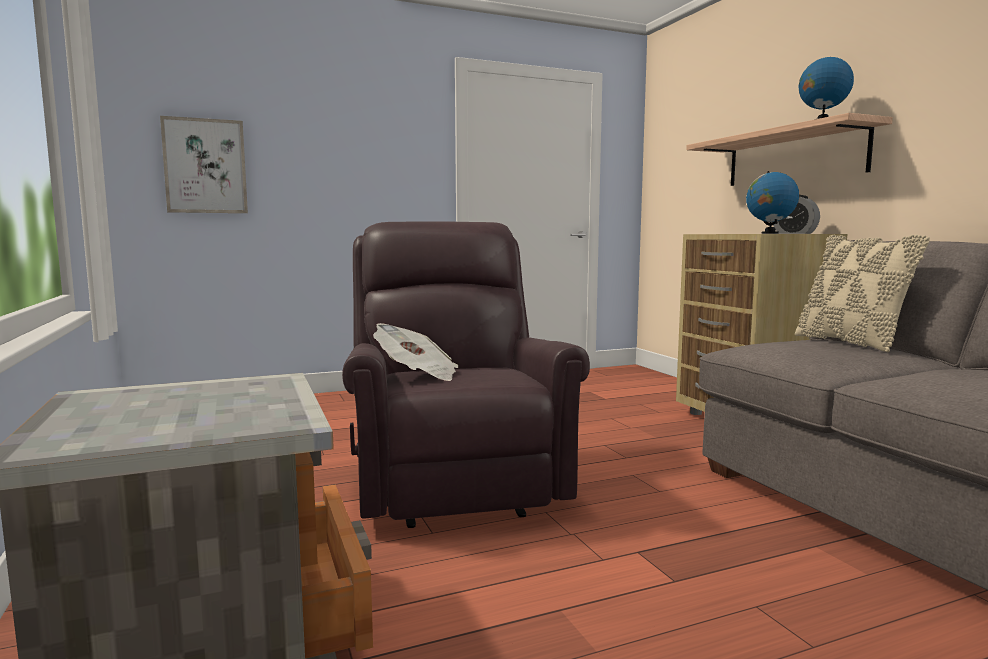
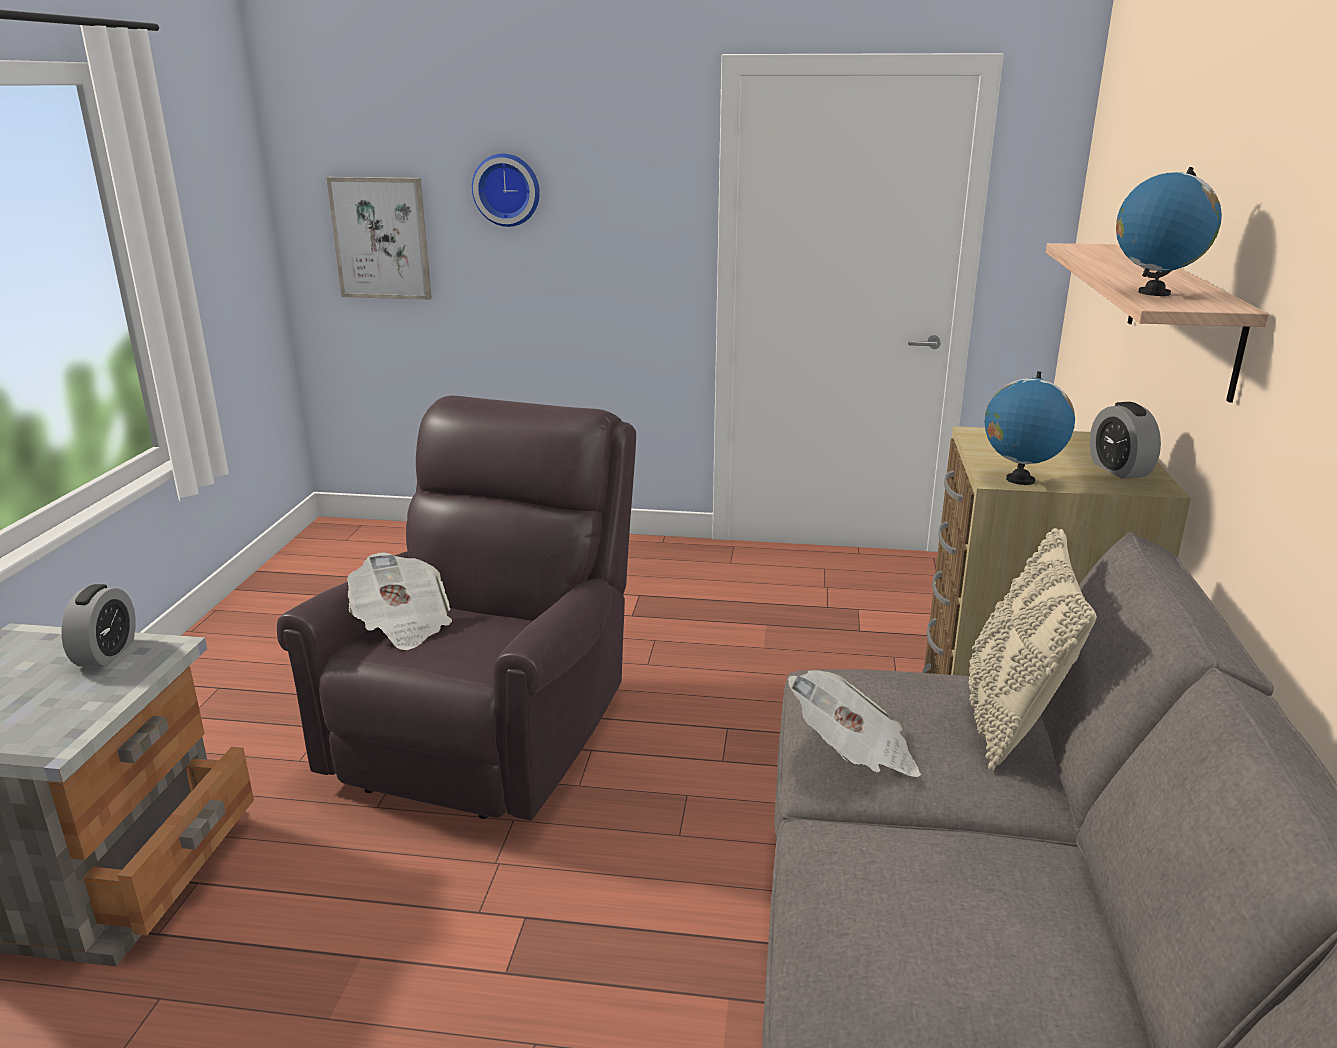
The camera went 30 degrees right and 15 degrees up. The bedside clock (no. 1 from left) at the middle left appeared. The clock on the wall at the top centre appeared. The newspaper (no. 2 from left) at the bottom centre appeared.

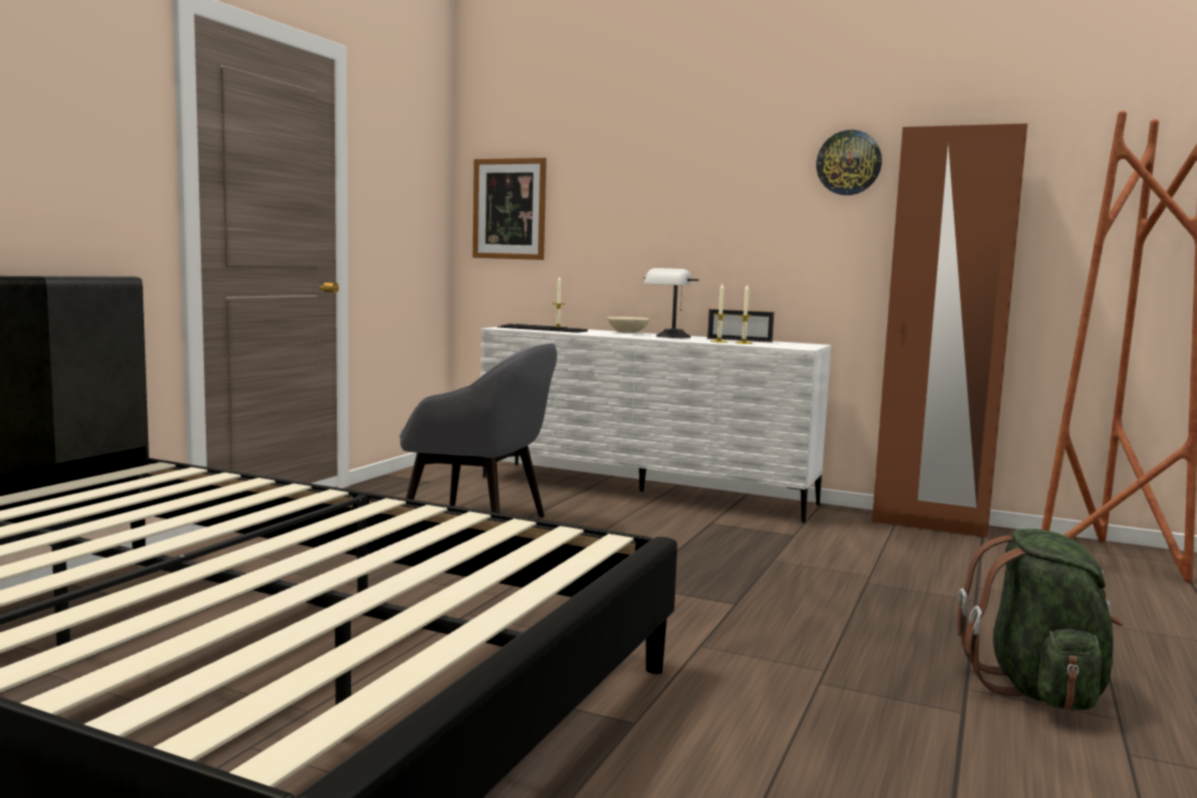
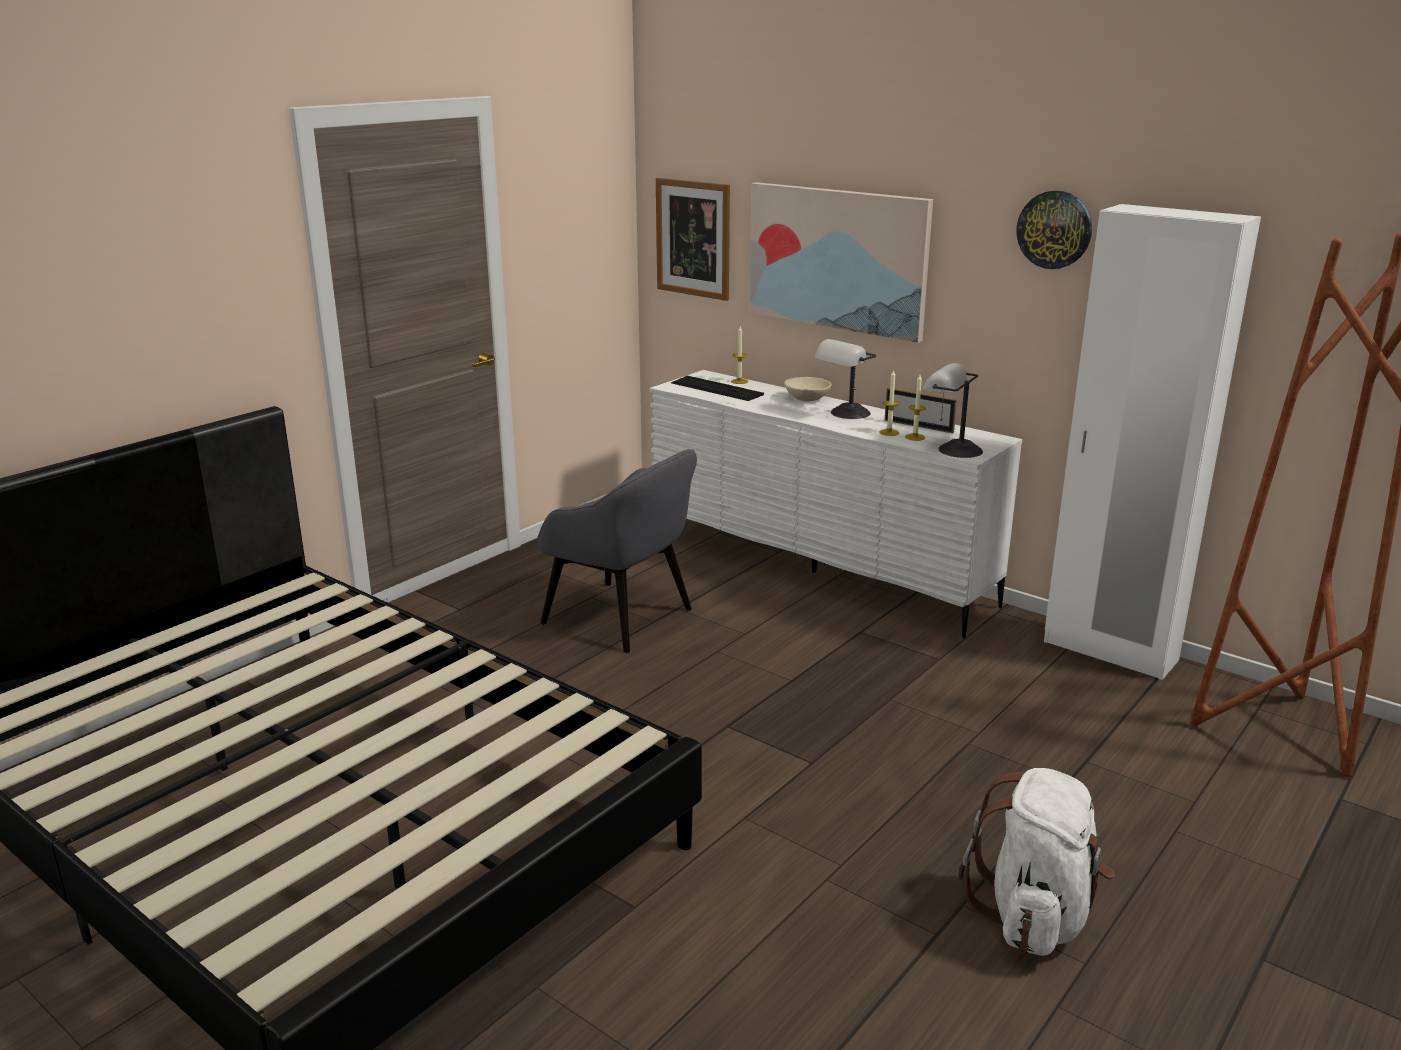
The camera went 15 degrees right and 15 degrees up. The wall art (no. 2 from left) at the top centre appeared. The lamp for a table (no. 2 from left) at the middle right appeared. The brown clothes cupboard at the middle right became the white clothes cupboard at the middle right. The green knapsack at the bottom right became the white knapsack at the bottom right.

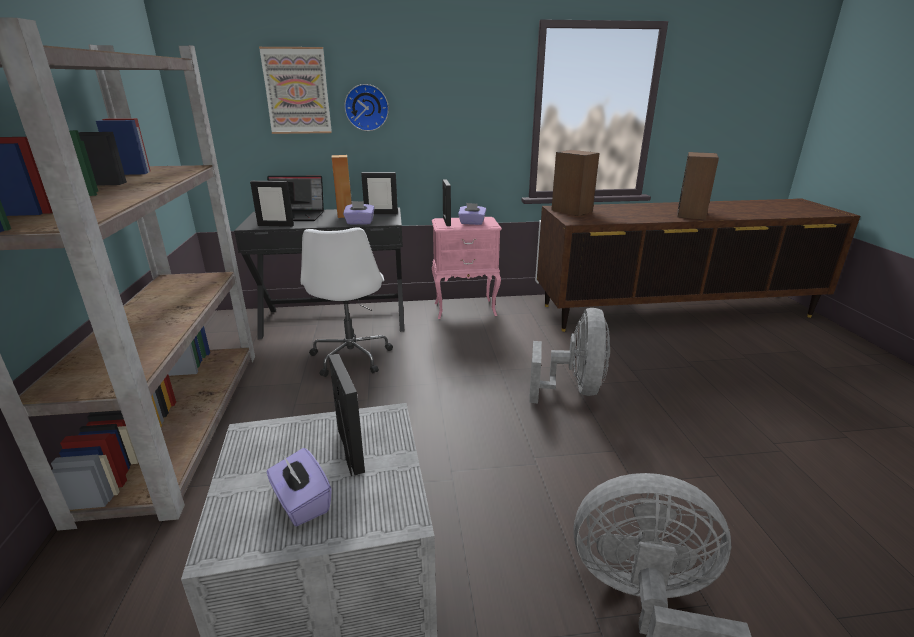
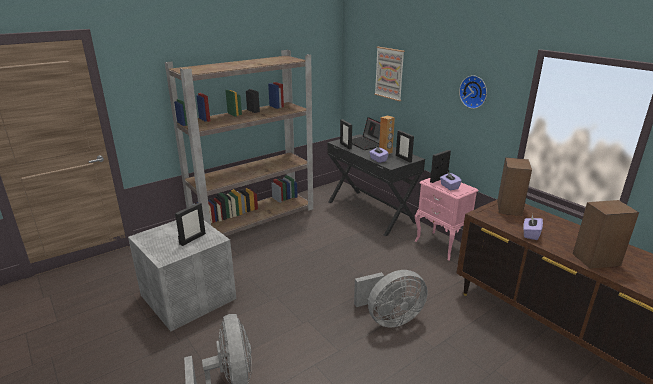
The camera went 60 degrees right and 0 degrees up. The white office chair at the centre disappeared. The purplish tissue holder (no. 1 from left in the first image) moved from the bottom left to the middle right. The clock on the wall moved from the top centre to the top right.

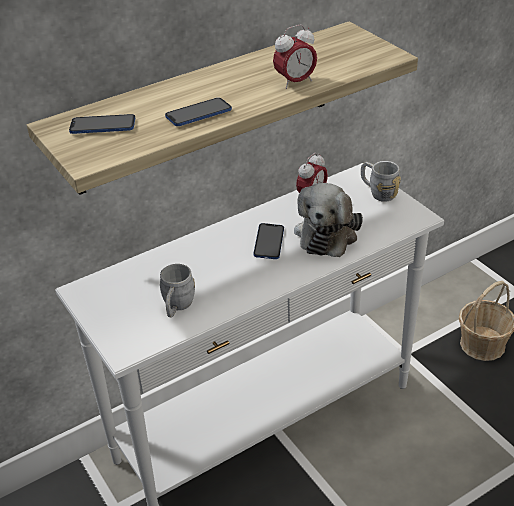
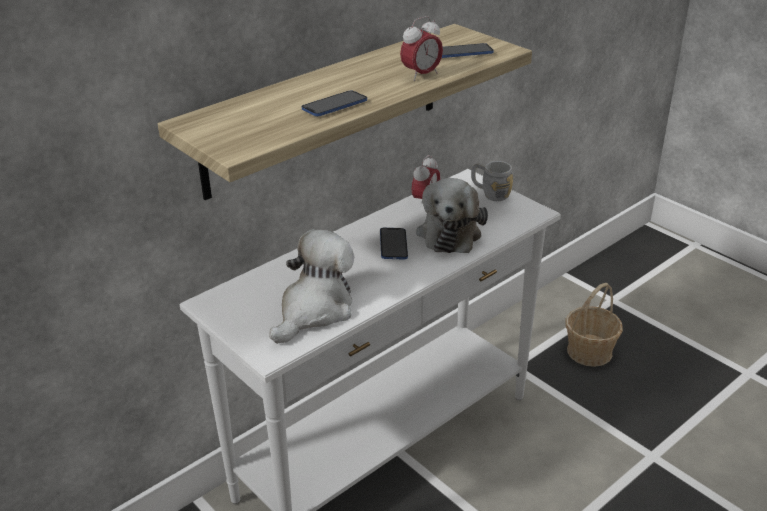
The camera went 10 degrees left and 5 degrees down. The handset (no. 1 from left in the first image) moved from the top left to the top centre. The gray mug (no. 1 from left) at the centre was replaced by the plush toy (no. 1 from left) at the centre.

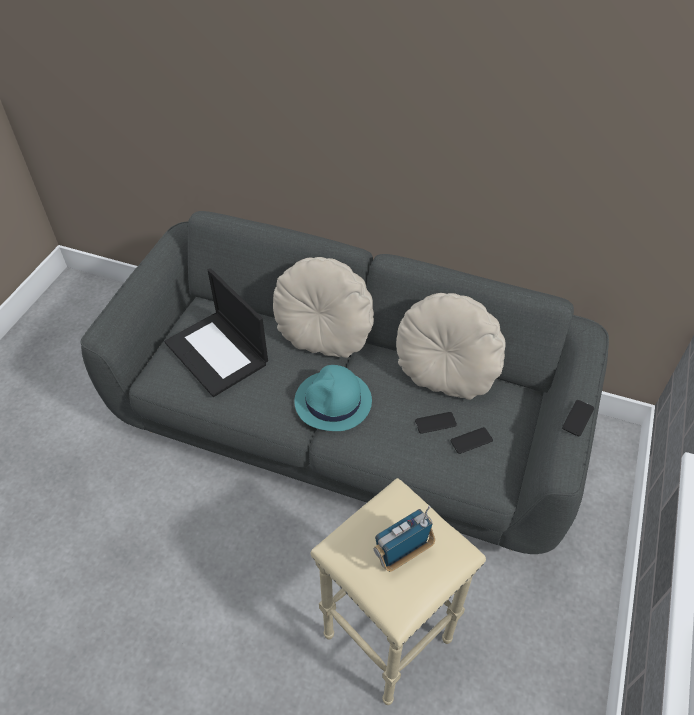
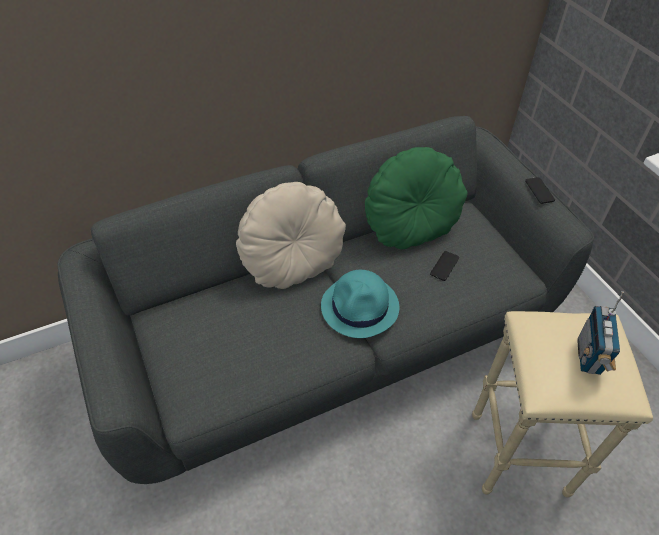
The camera went 45 degrees left and 0 degrees up. The portable computer at the middle left disappeared. The handset (no. 2 from left) at the middle right disappeared. The beige pillow (no. 2 from left) at the centre became the green pillow at the centre.

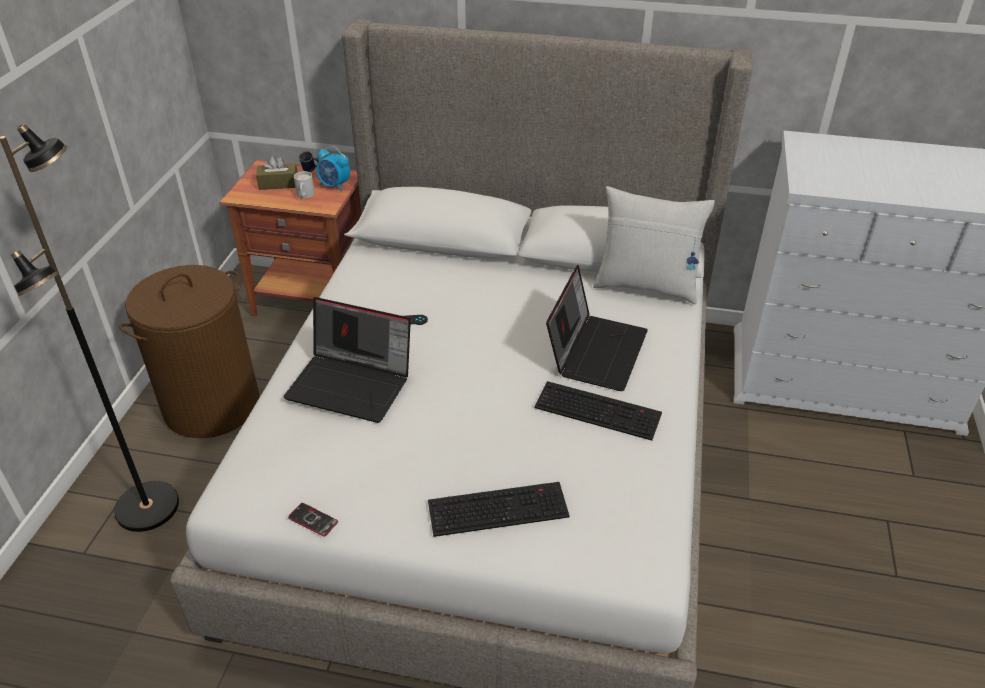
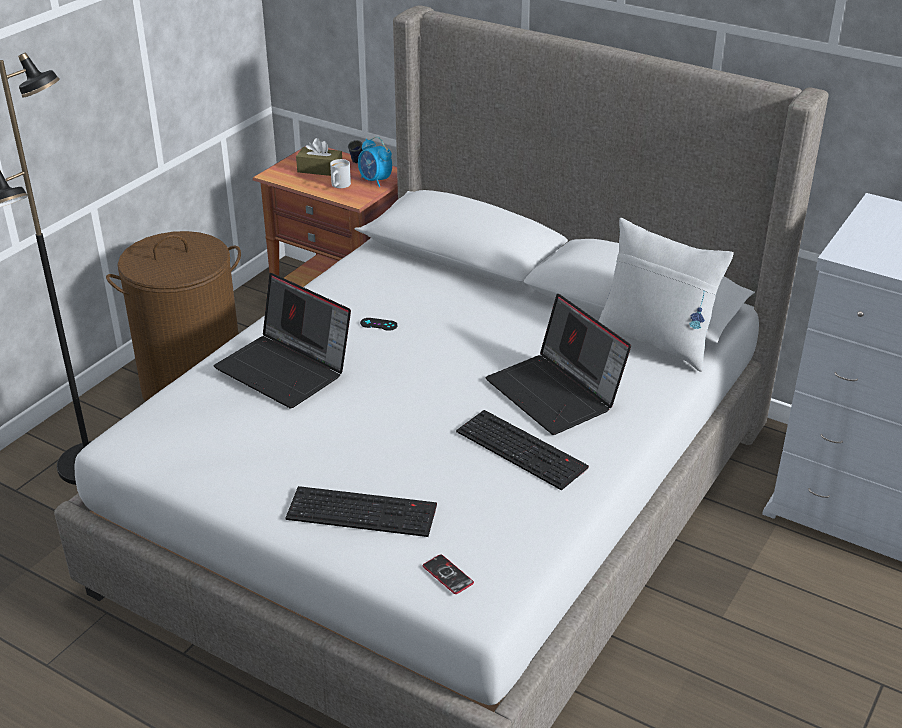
The camera went 20 degrees right and 5 degrees down. The handset moved from the bottom left to the bottom centre. The portable computer (no. 2 from left) at the centre turned 105 degrees clockwise.

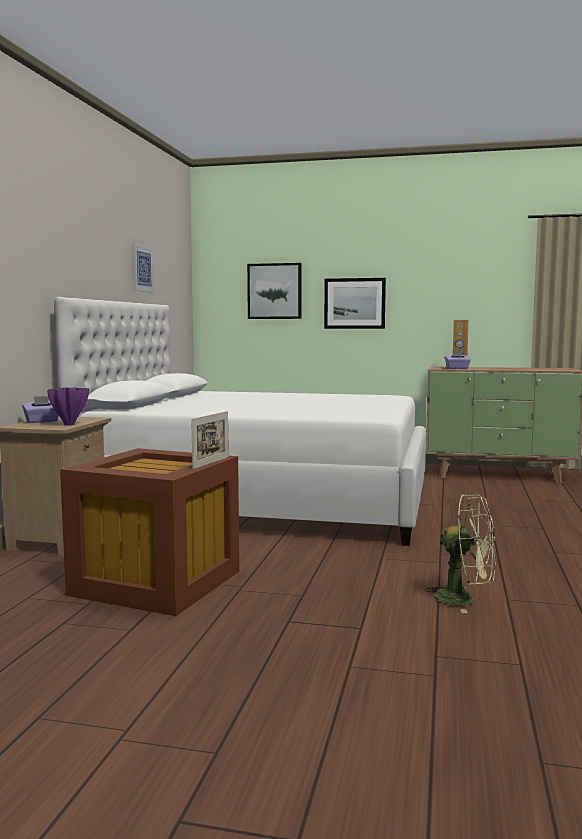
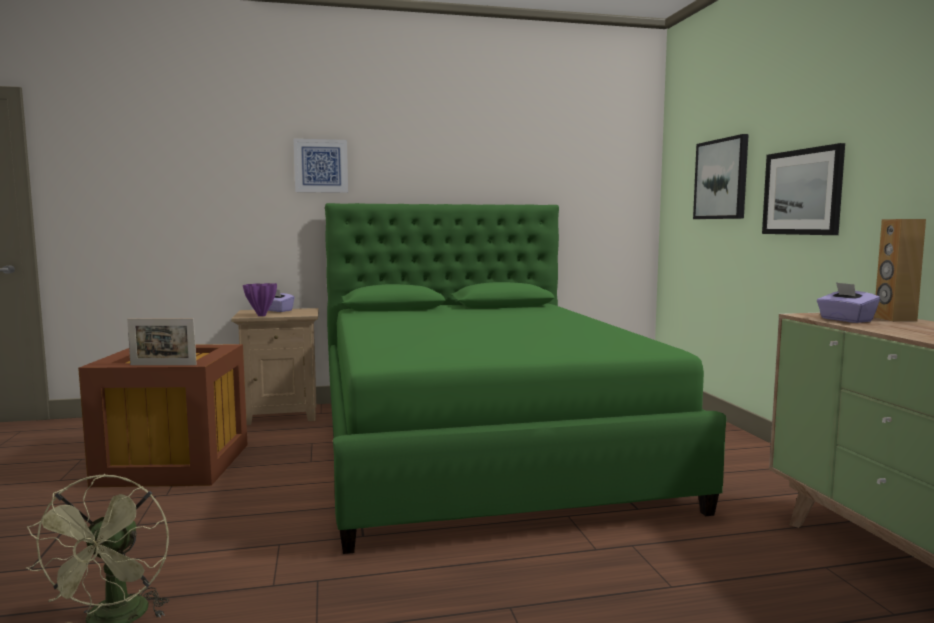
The camera went 65 degrees right and 0 degrees up. The wall art (no. 1 from left) moved from the top left to the top centre. The white bed at the centre became the green bed at the centre.

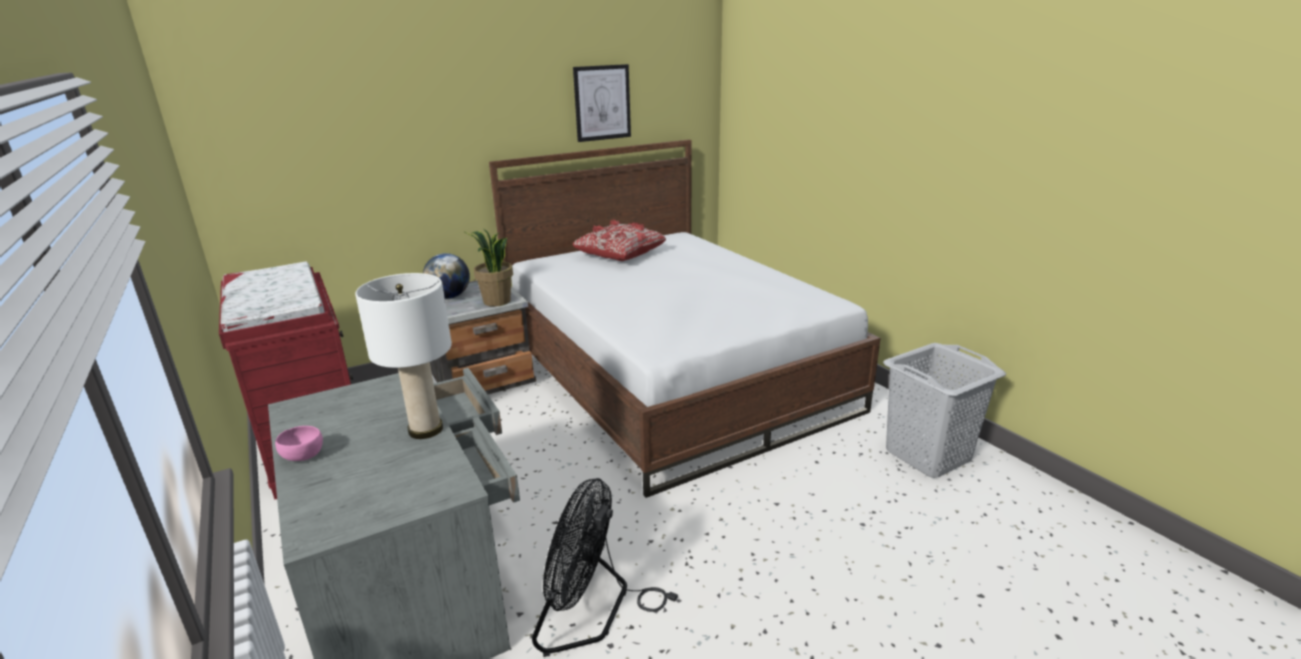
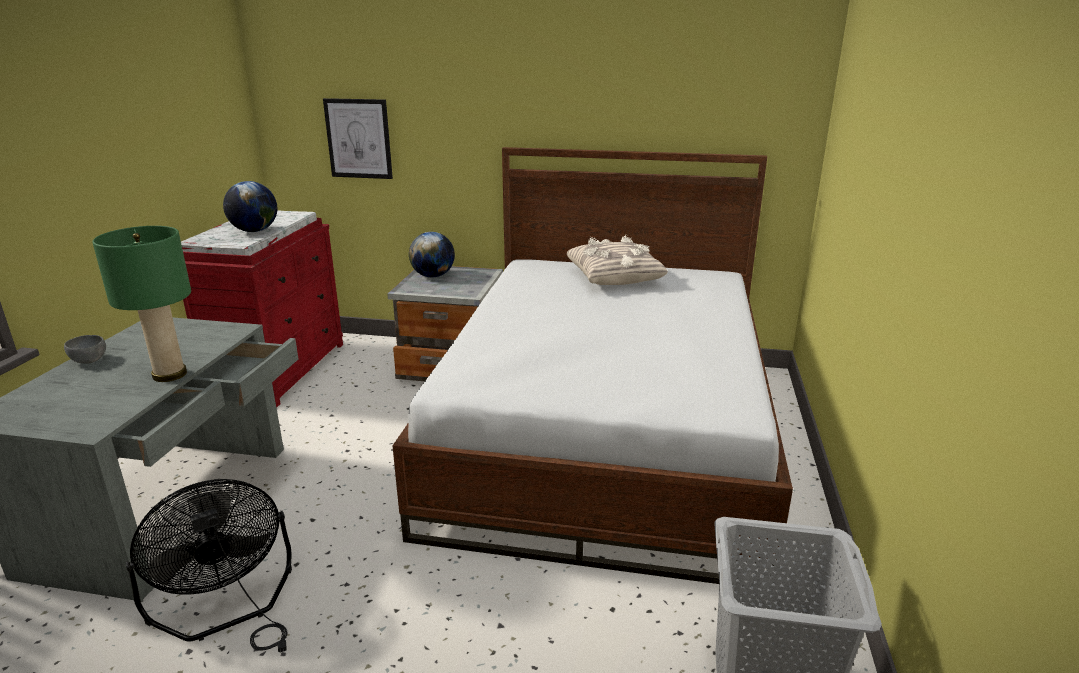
The camera went 40 degrees right and 0 degrees up. The houseplant at the centre disappeared. The globe (no. 1 from left) at the top left appeared. The wall art moved from the top centre to the top left. The pink-coloured deep dish at the bottom left became the gray deep dish at the middle left. The white lamp for a table at the middle left became the green lamp for a table at the middle left. The red-coloured pillow at the centre became the beige pillow at the centre.

